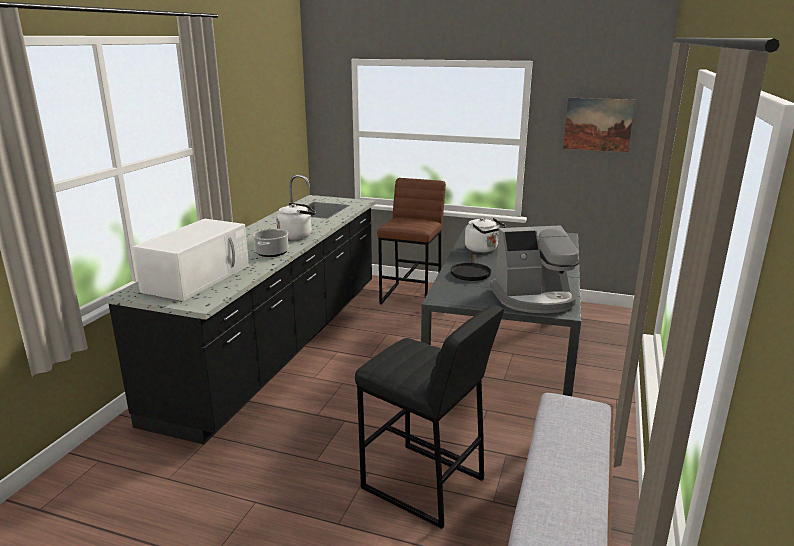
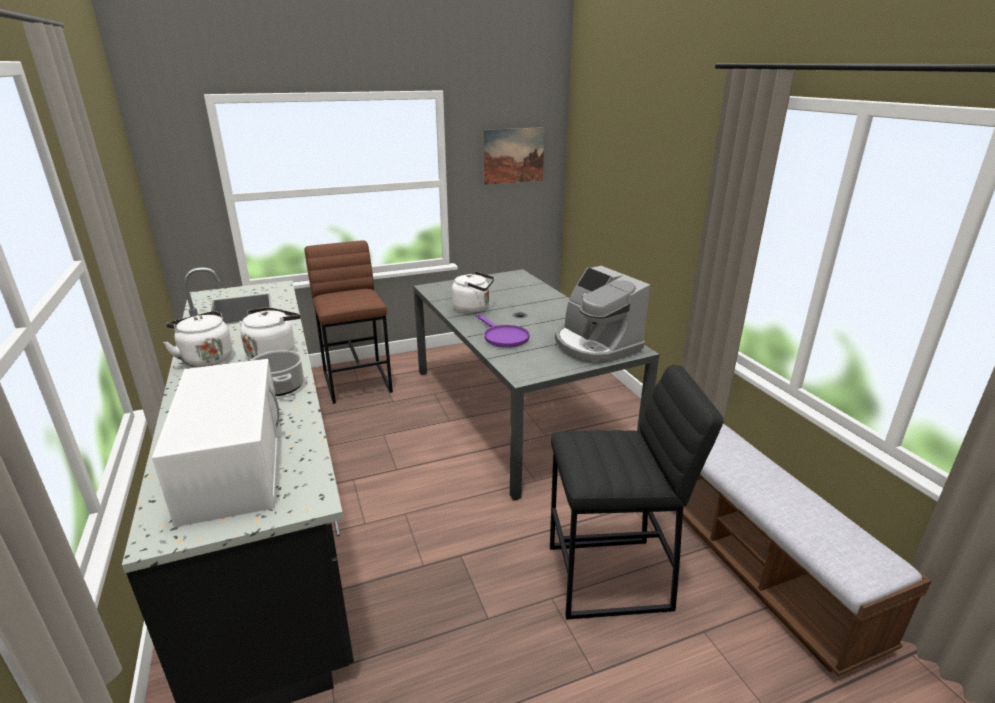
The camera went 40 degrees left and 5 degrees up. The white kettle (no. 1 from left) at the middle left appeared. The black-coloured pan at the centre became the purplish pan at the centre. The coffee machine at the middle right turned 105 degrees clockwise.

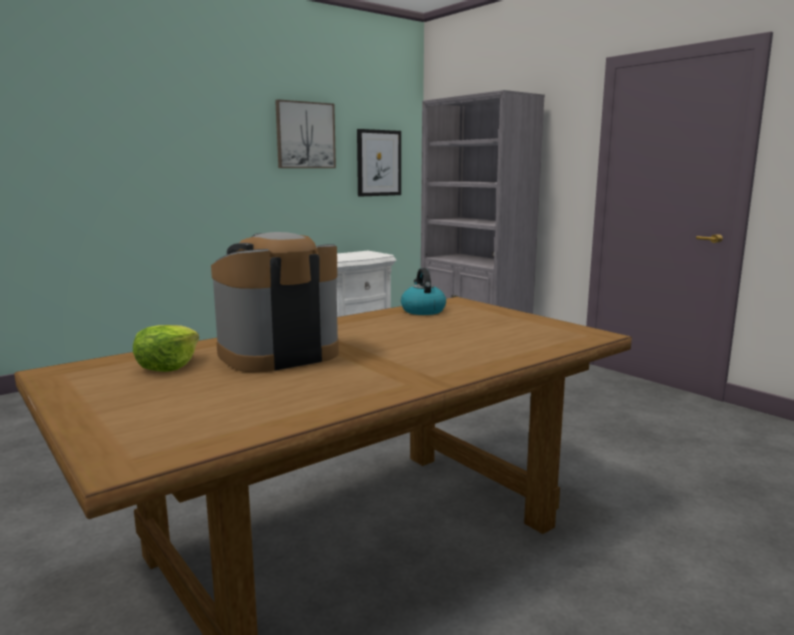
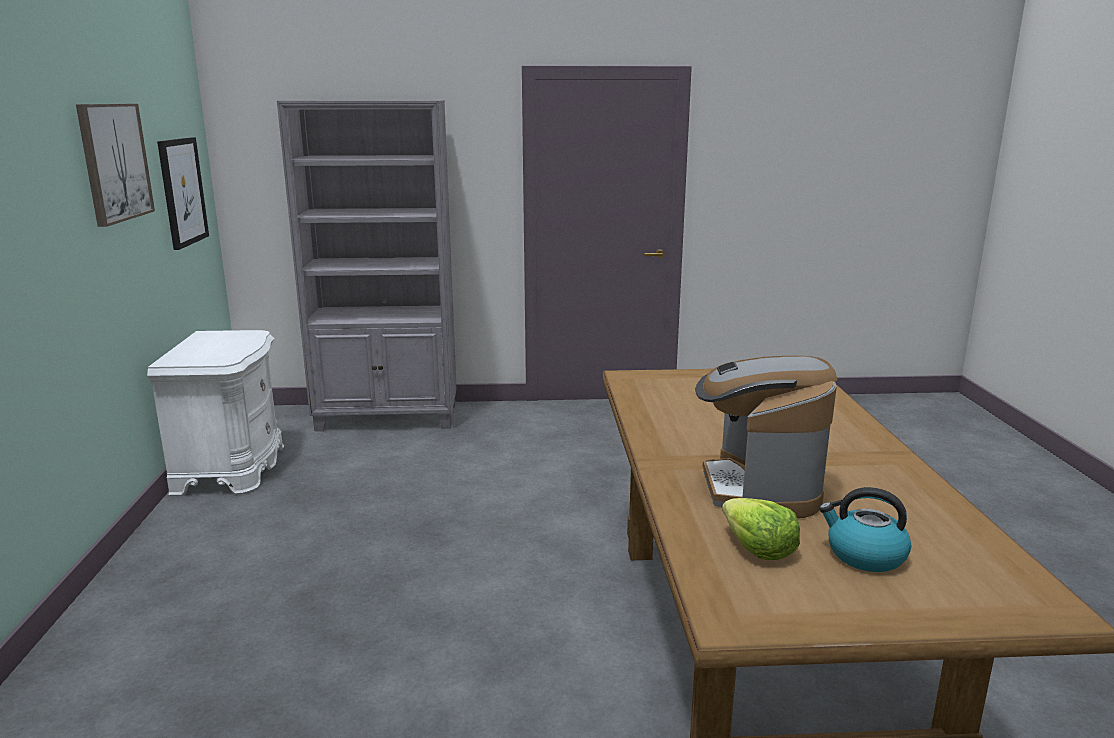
The camera went 55 degrees left and 5 degrees up. The kettle moved from the centre to the bottom right.

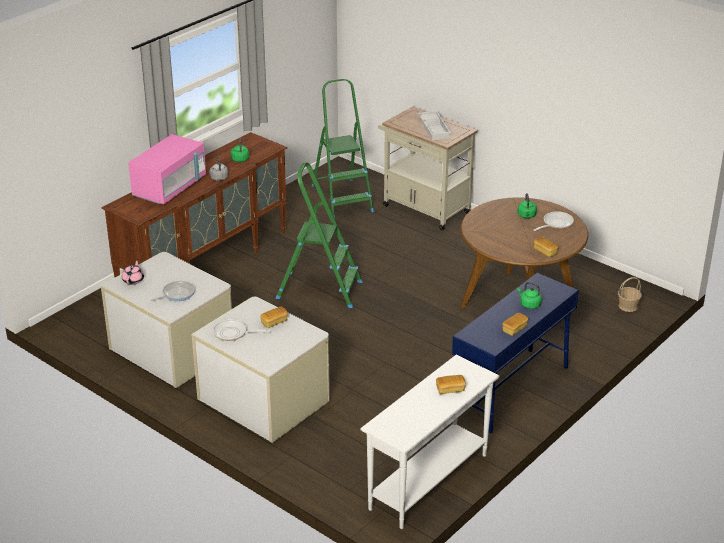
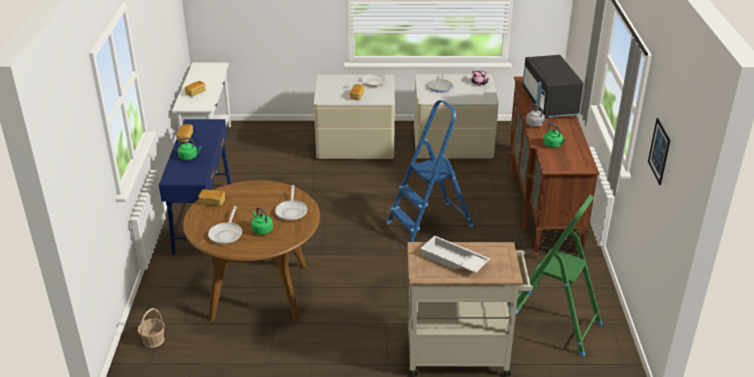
The camera went 140 degrees right and 0 degrees up. The pan (no. 2 from left) at the centre appeared. The wall art at the middle right appeared. The pink-coloured kitchen microwave at the top left became the black-coloured kitchen microwave at the top right. The green step stool (no. 1 from left) at the centre became the bluish step stool at the centre.

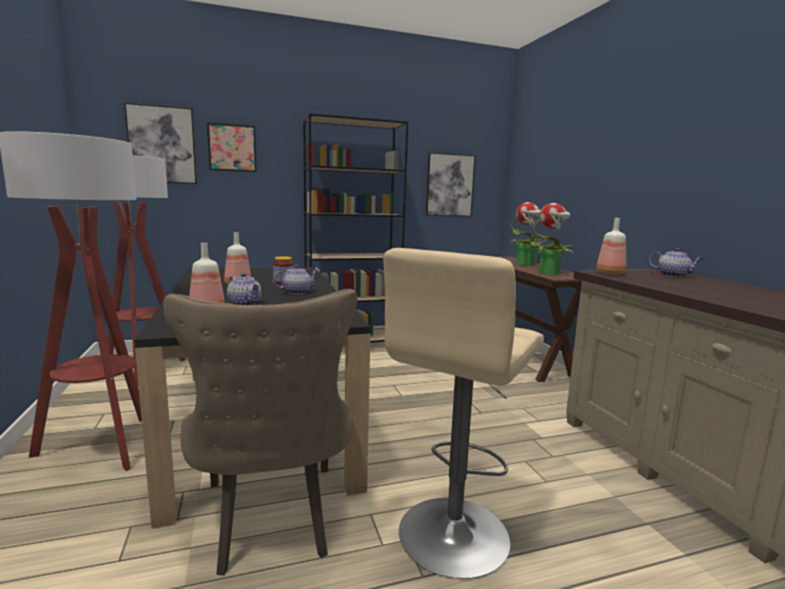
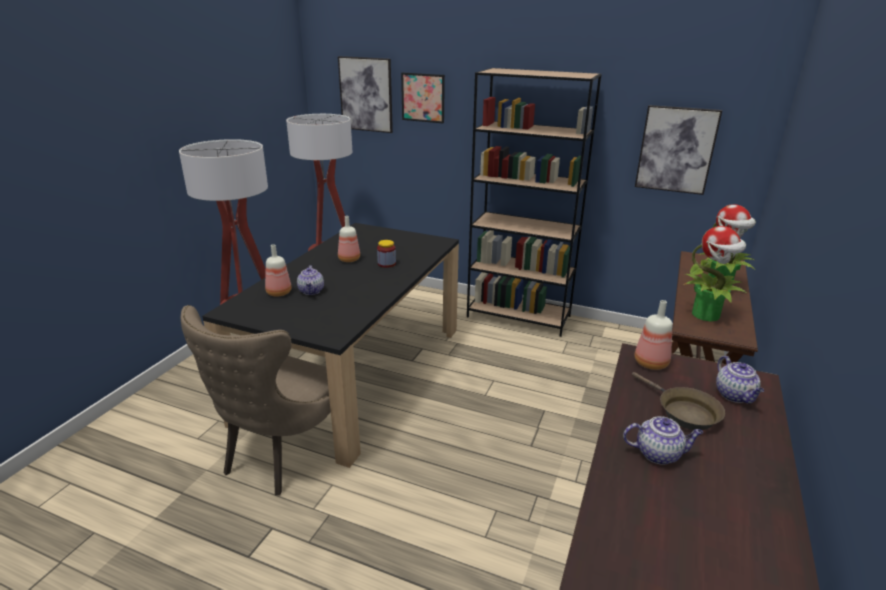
The camera went 40 degrees right and 15 degrees up. The beige sitting stool at the bottom centre disappeared. The brown pan at the bottom right appeared. The pot for tea (no. 2 from left) moved from the centre to the bottom right.

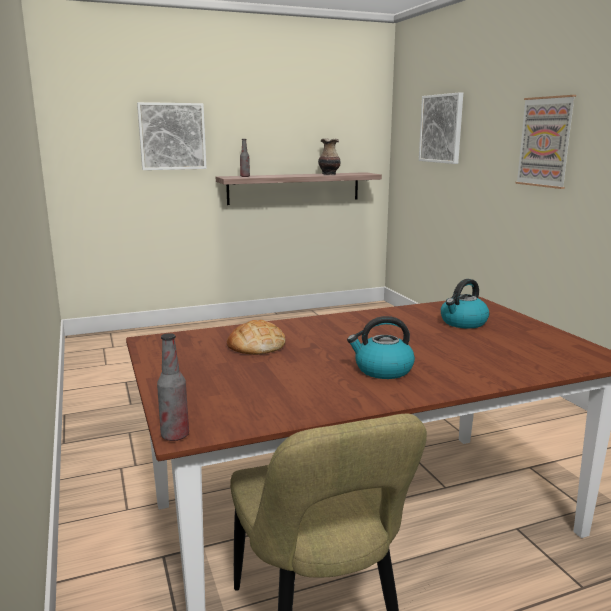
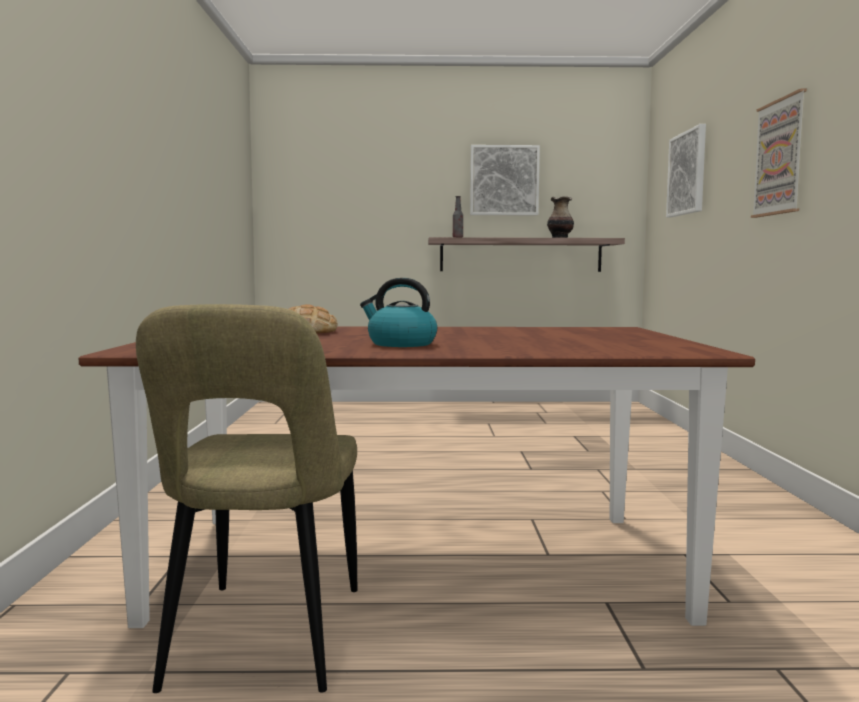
The camera went 20 degrees right and 10 degrees down. The beverage bottle (no. 1 from left) at the middle left disappeared. The kettle (no. 2 from left) at the middle right disappeared. The wall art (no. 1 from left) moved from the top left to the top centre.

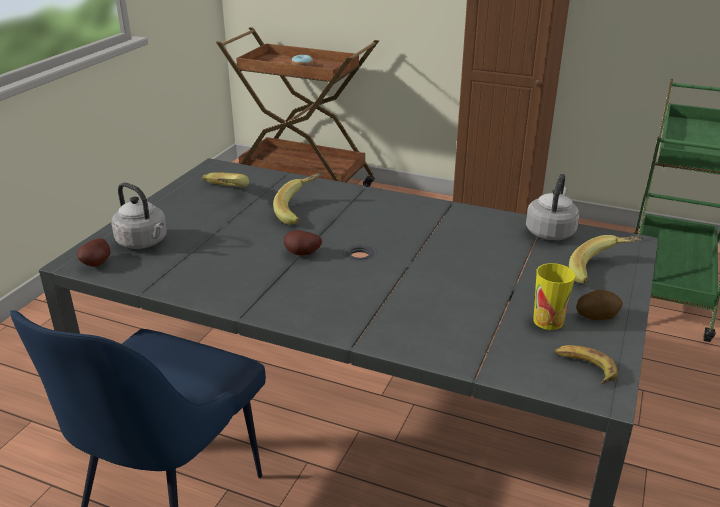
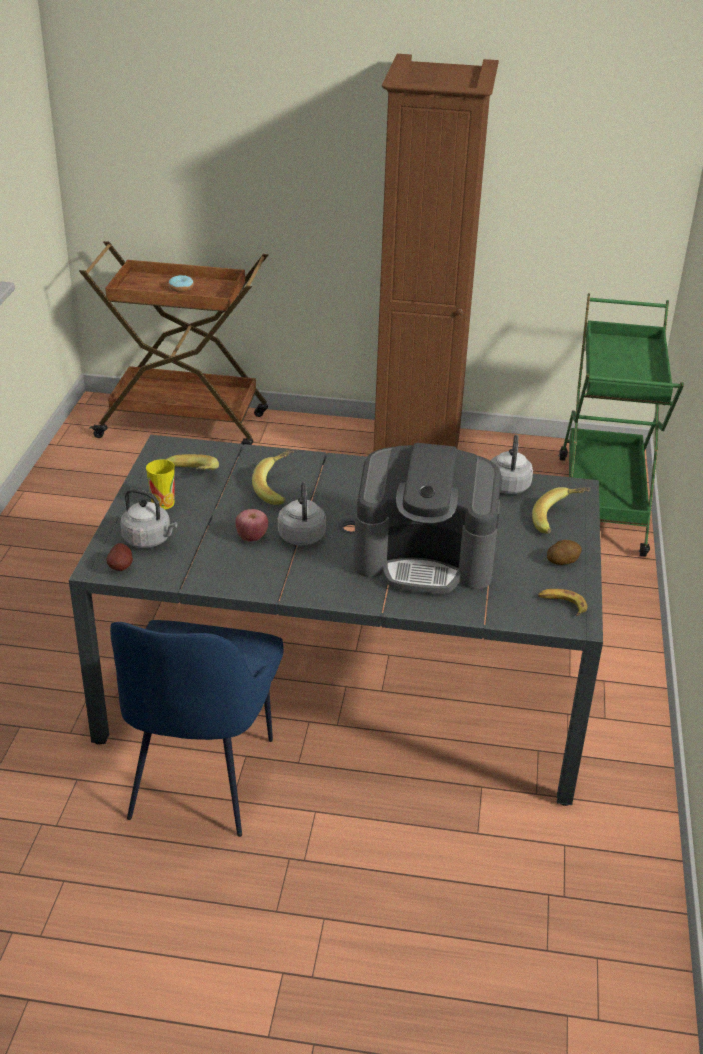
The camera went 15 degrees left and 5 degrees up. The whole apple at the centre appeared. The coffee machine at the centre appeared. The small cup moved from the middle right to the middle left. The spud (no. 2 from left) at the centre was replaced by the gray kettle (no. 2 from left) at the centre.

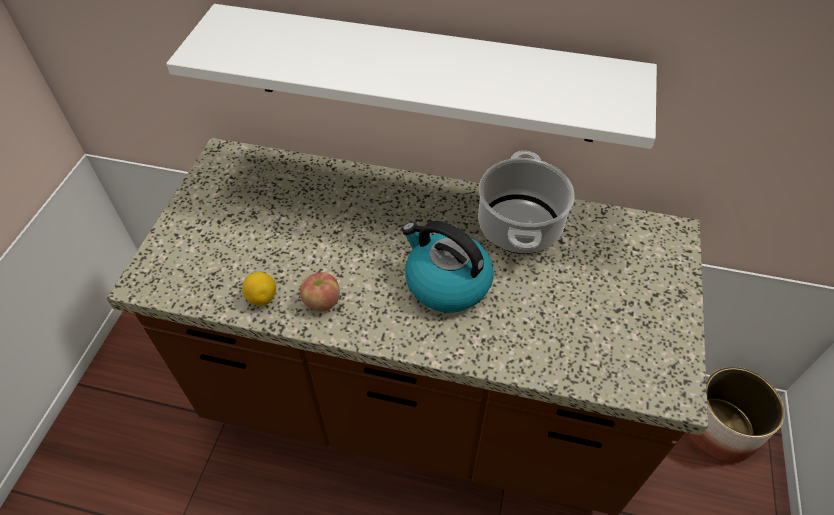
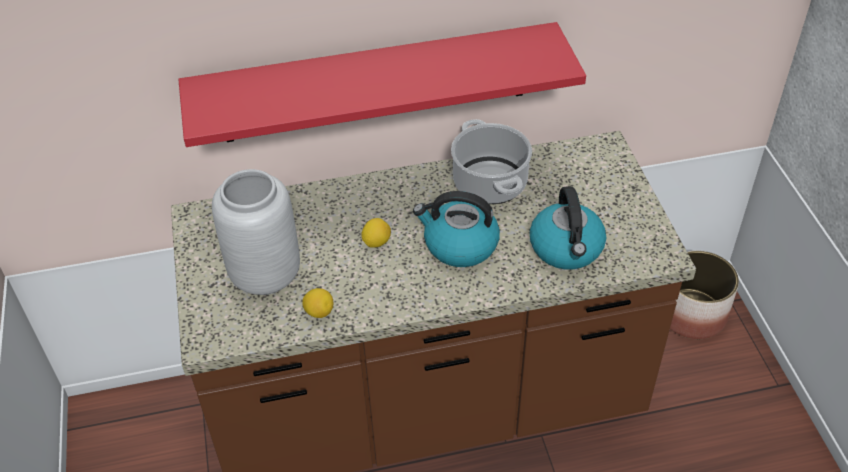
The camera went 25 degrees left and 5 degrees down. The whole apple at the centre disappeared. The gray vase at the middle left appeared. The whole lemon (no. 2 from left) at the centre appeared. The kettle (no. 2 from left) at the middle right appeared. The white shelf at the top centre became the red-coloured shelf at the top centre.

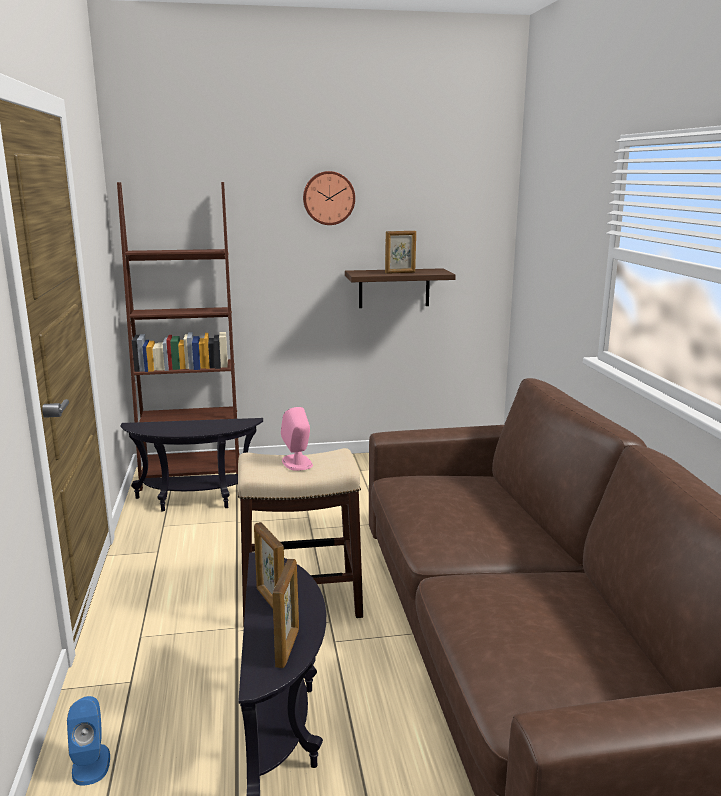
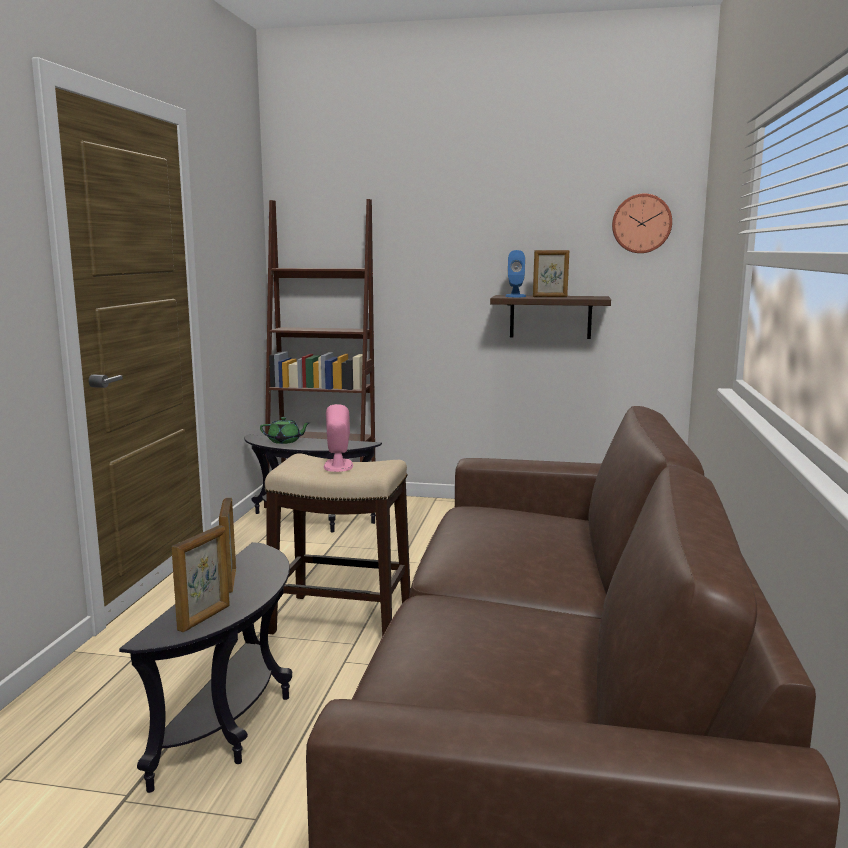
The camera went 20 degrees right and 5 degrees down. The green pot for tea at the centre appeared. The bluish audio speaker moved from the bottom left to the top centre. The clock on the wall moved from the top centre to the top right.

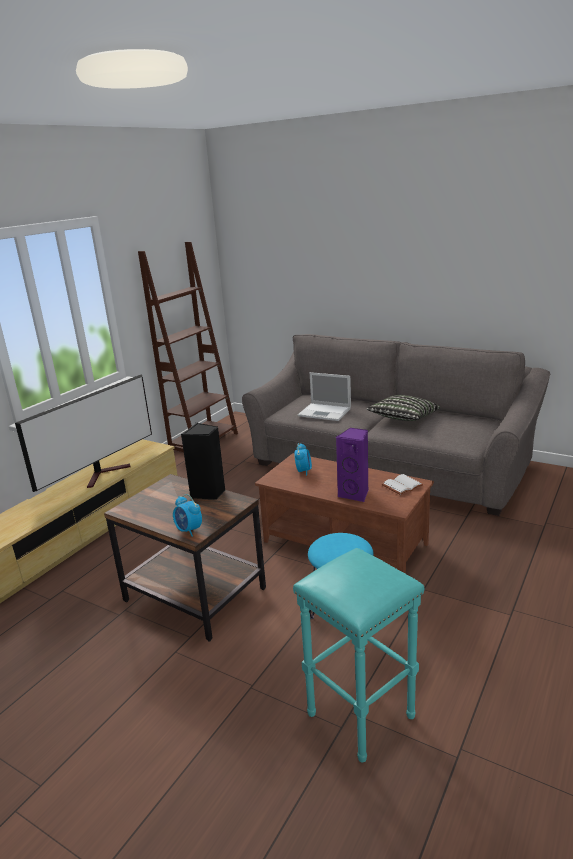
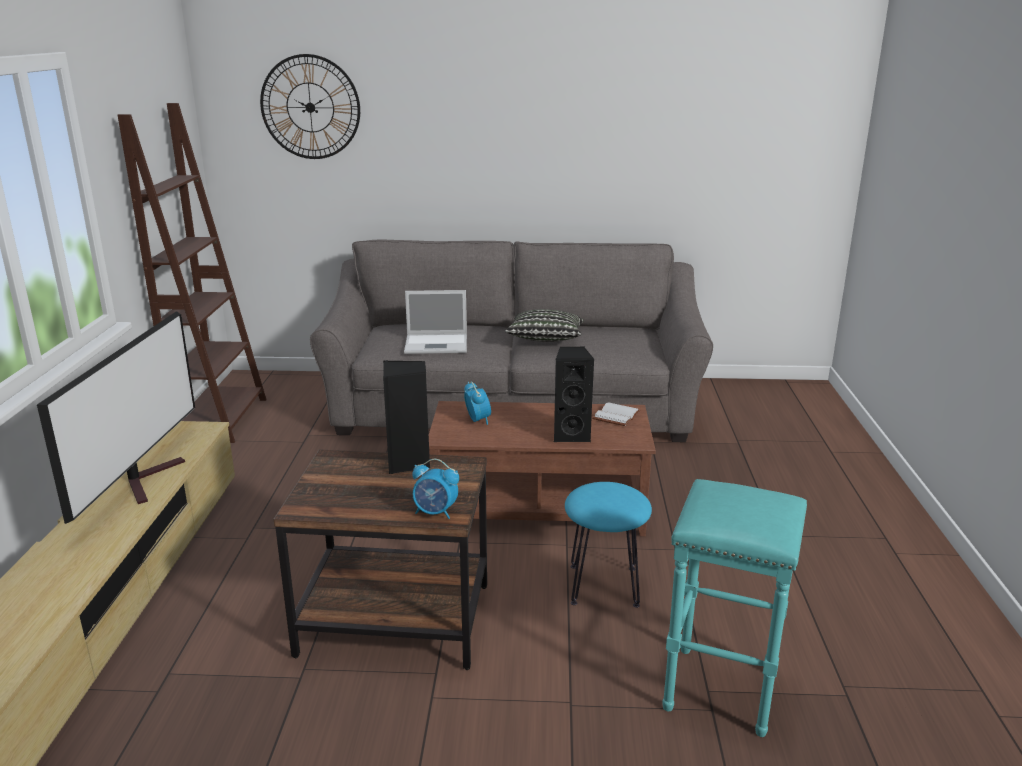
The camera went 30 degrees left and 0 degrees up. The clock on the wall at the top left appeared. The purplish audio speaker at the centre became the black-coloured audio speaker (no. 2 from left) at the centre.

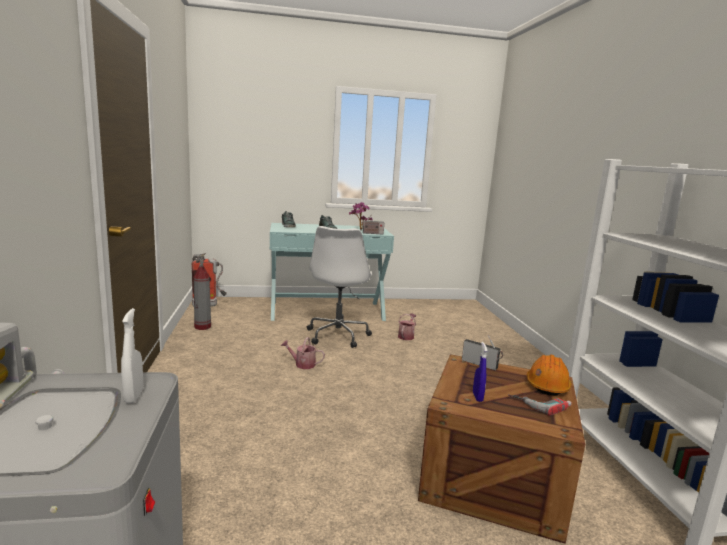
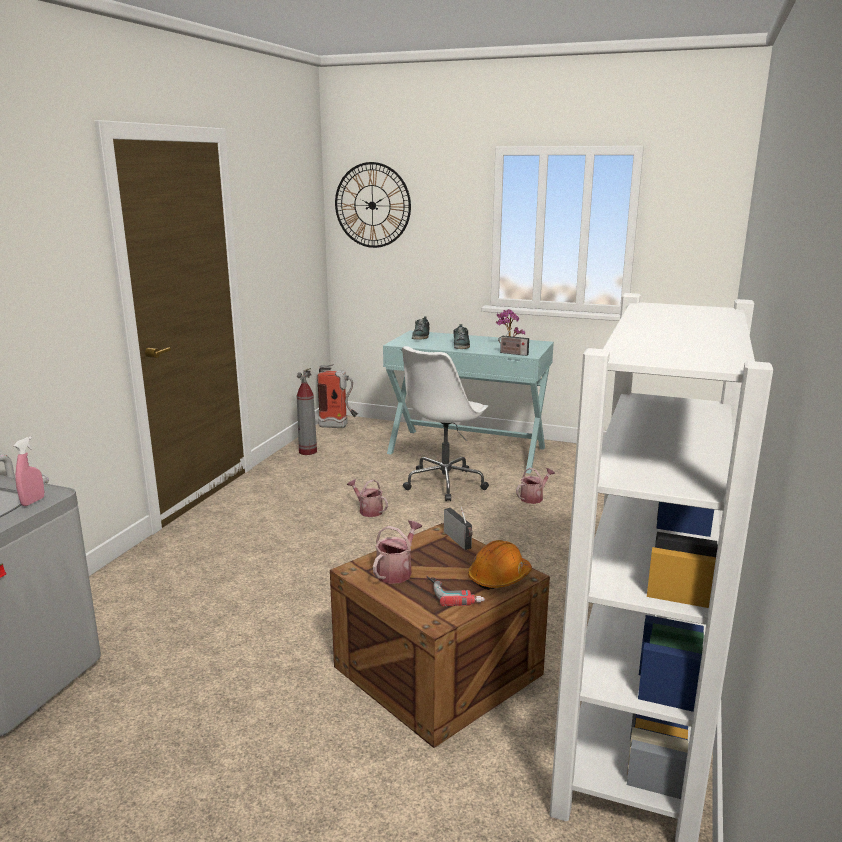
The camera went 30 degrees right and 5 degrees up. The clock on the wall at the top centre appeared. The bluish hand sprayer at the bottom centre was replaced by the watering pot (no. 2 from left) at the centre. The white hand sprayer at the middle left became the pink-coloured hand sprayer at the middle left.

